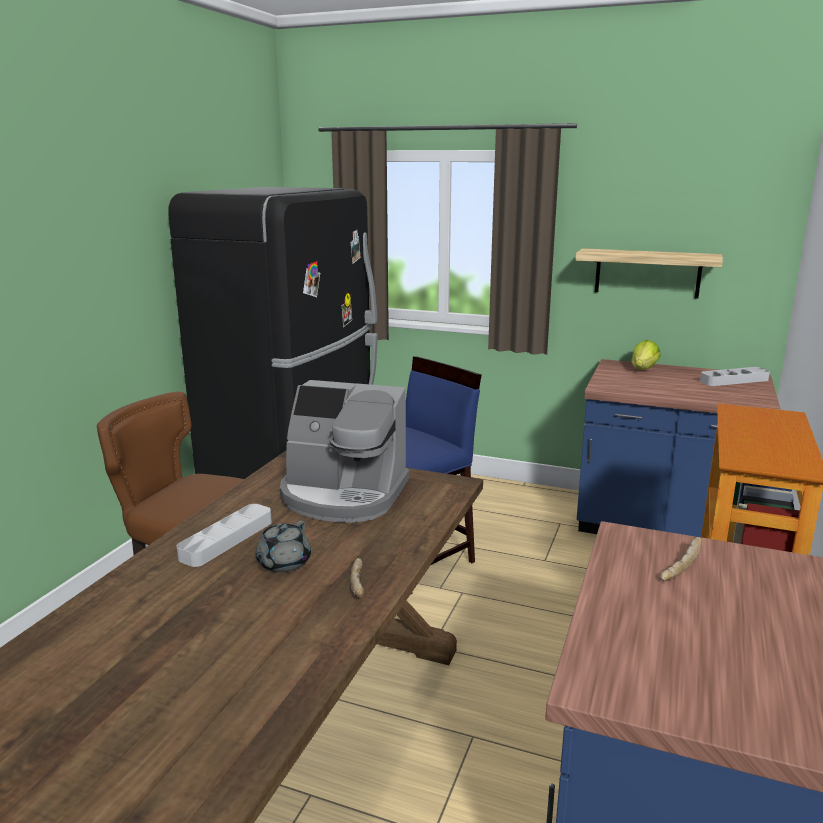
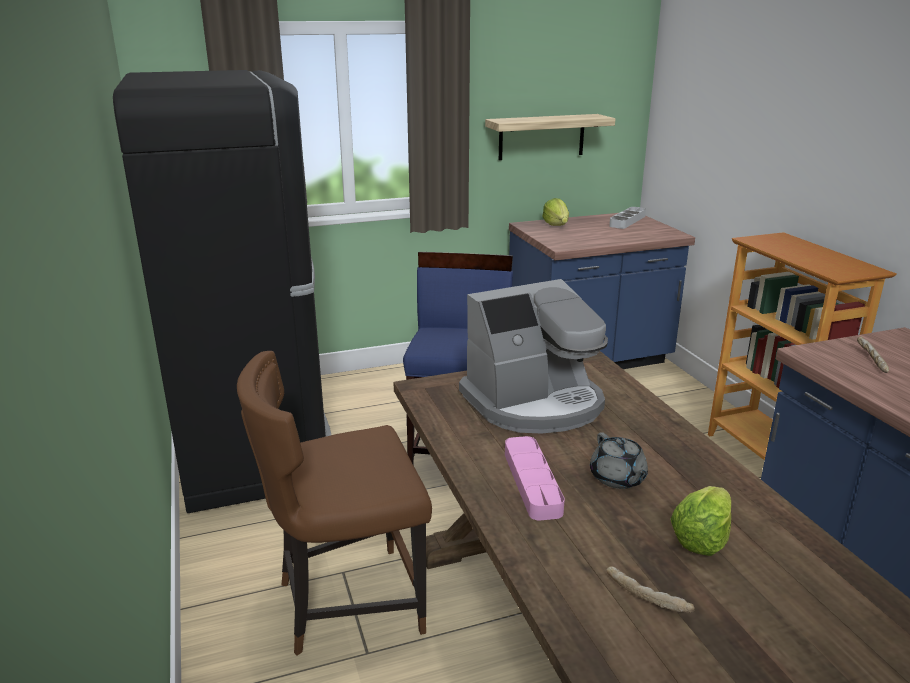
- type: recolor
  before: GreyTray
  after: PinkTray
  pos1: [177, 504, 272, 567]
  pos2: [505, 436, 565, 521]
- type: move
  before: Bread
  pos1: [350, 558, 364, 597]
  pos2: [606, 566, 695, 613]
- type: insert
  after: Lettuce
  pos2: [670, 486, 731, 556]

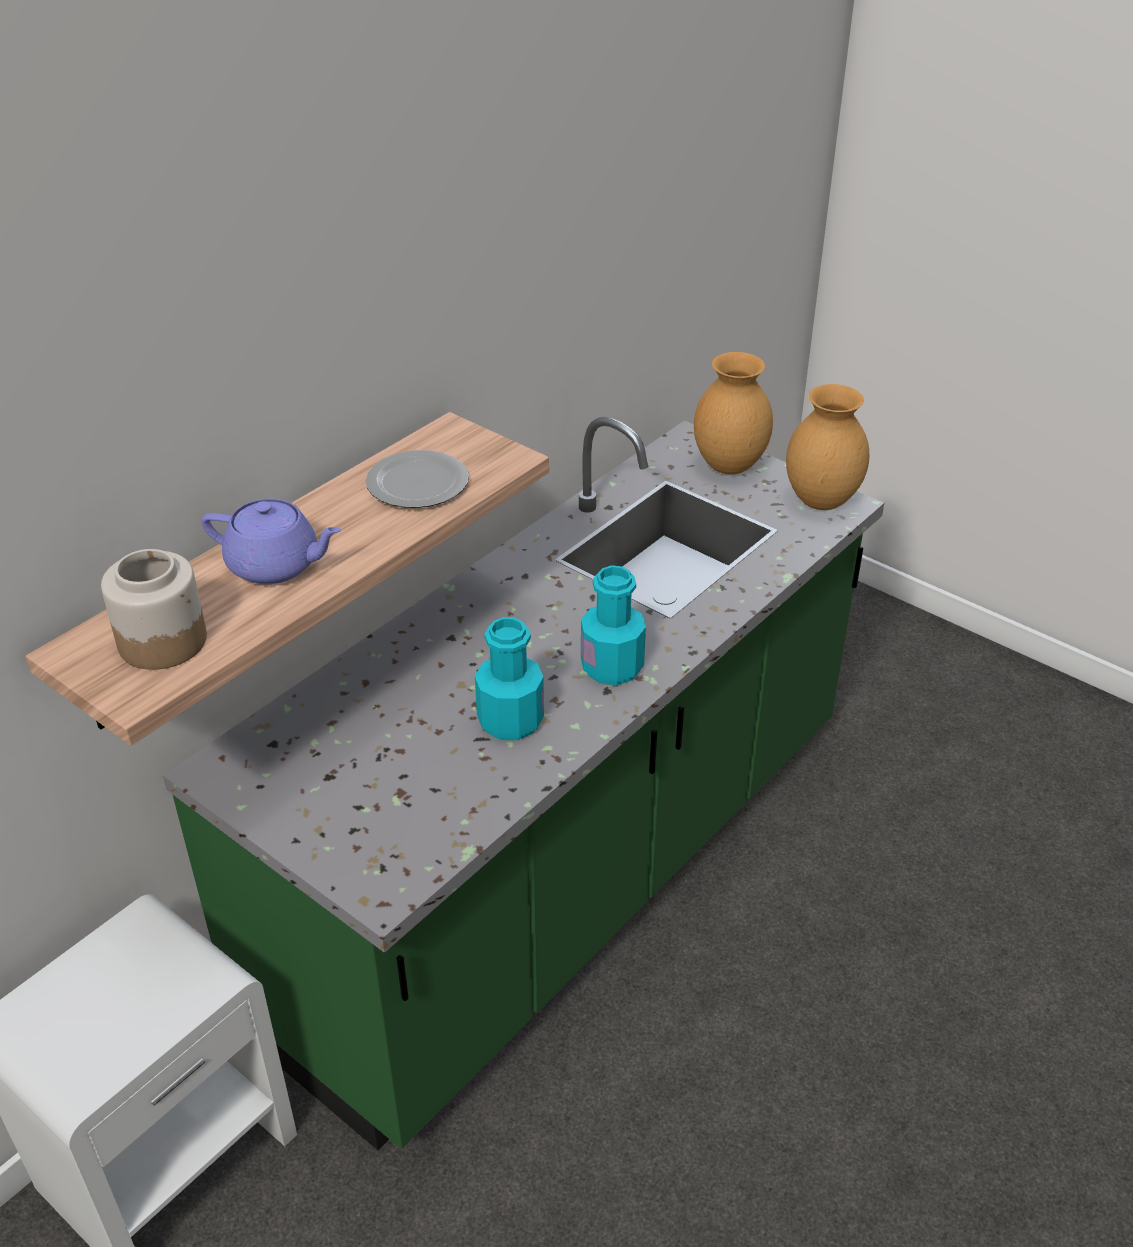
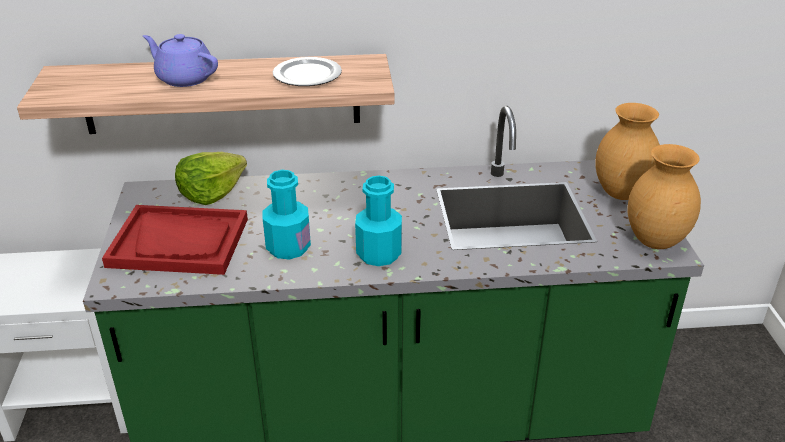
- type: delete
  before: Jar
  pos1: [101, 549, 207, 670]
- type: rotate
  before: PurpleTeapot
  pos1: [201, 499, 342, 584]
  pos2: [143, 34, 218, 87]
  turn: 150
- type: insert
  after: RedTray
  pos2: [102, 205, 248, 275]
- type: insert
  after: Lettuce
  pos2: [175, 152, 247, 205]

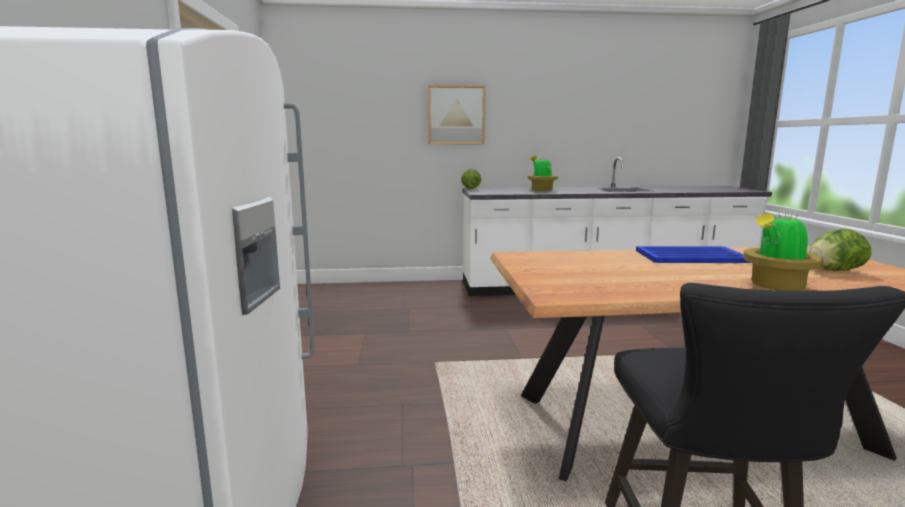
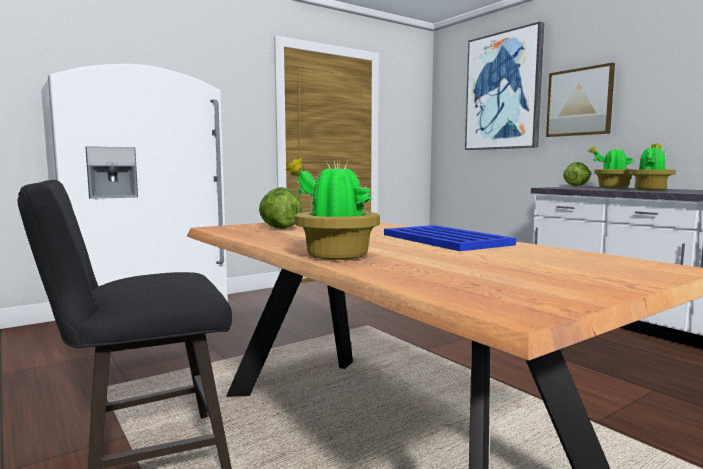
- type: move
  before: Lettuce
  pos1: [809, 229, 871, 271]
  pos2: [259, 187, 302, 229]
- type: insert
  after: Picture
  pos2: [465, 22, 544, 150]
- type: insert
  after: PottedPlant
  pos2: [587, 146, 633, 188]

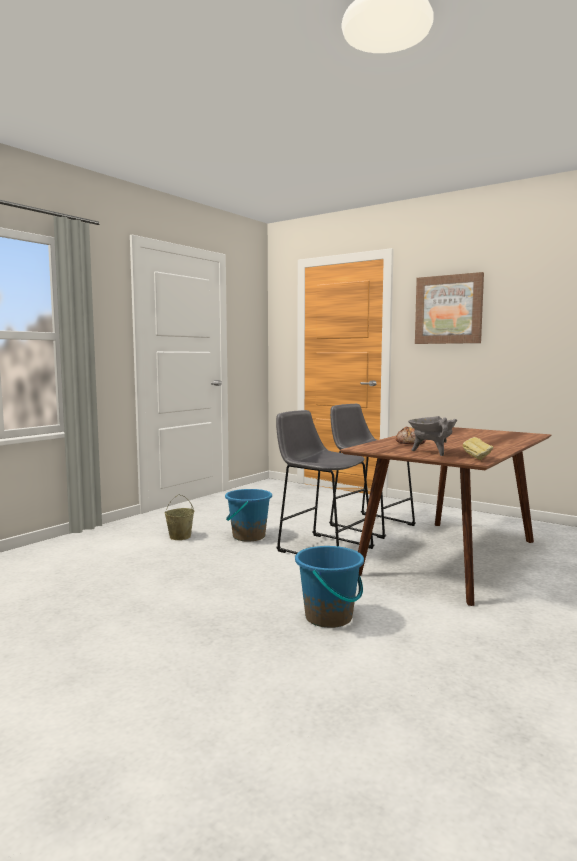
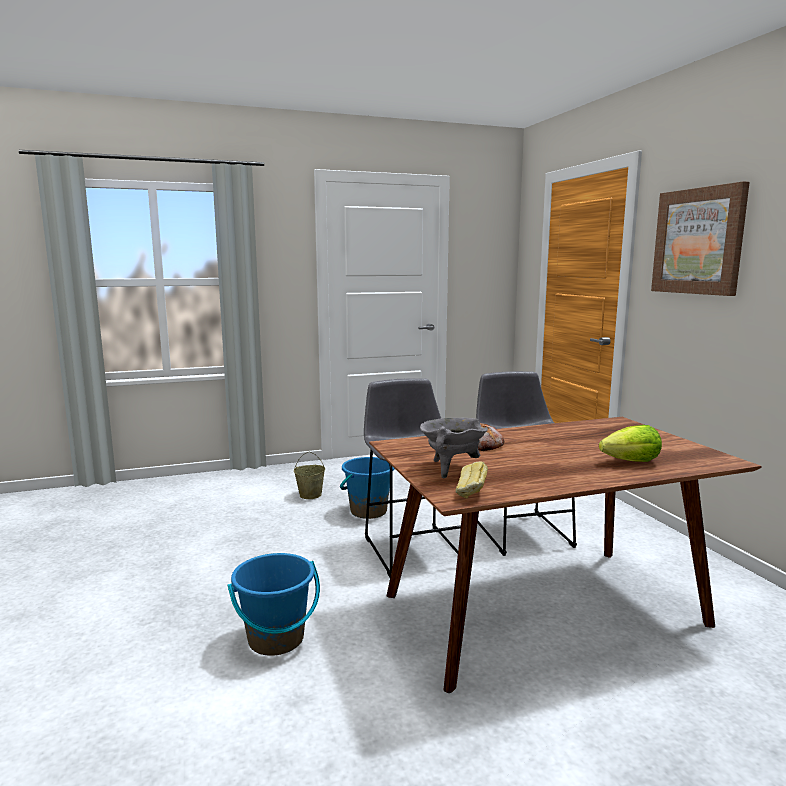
- type: insert
  after: Lettuce
  pos2: [599, 425, 662, 462]

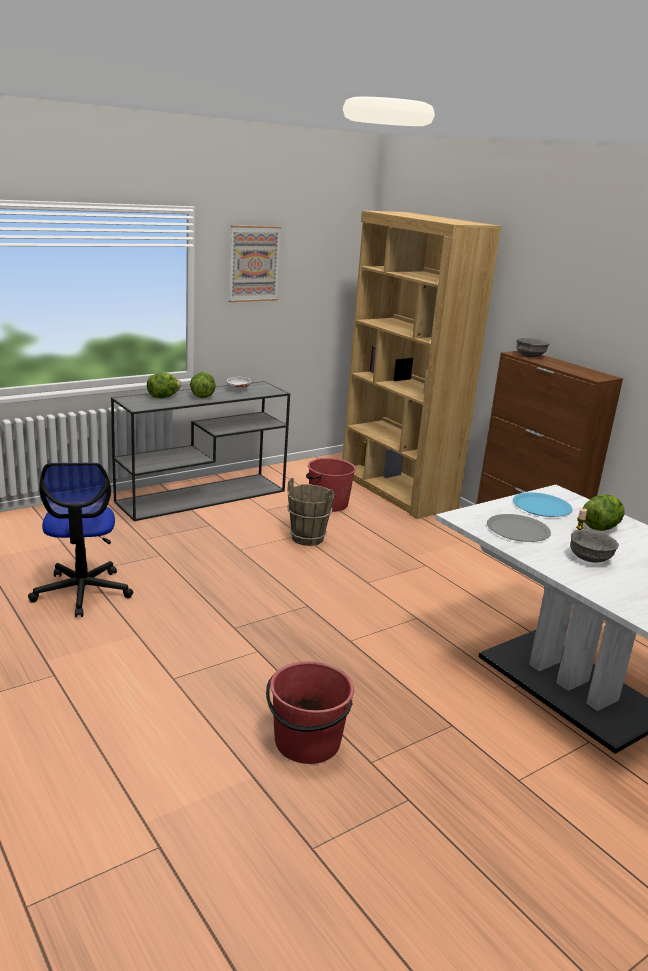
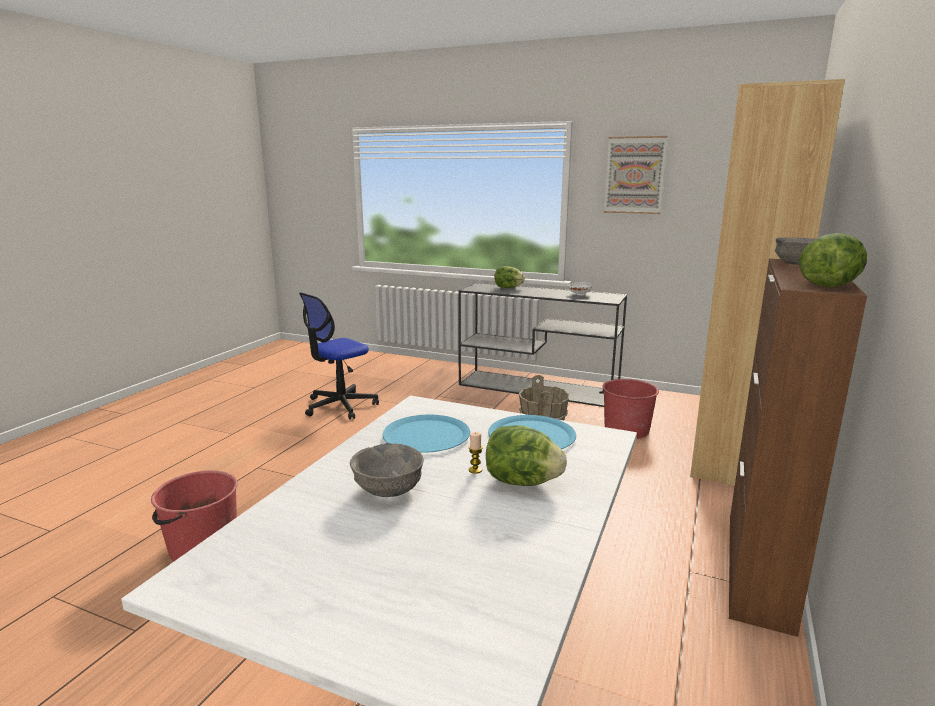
- type: move
  before: Lettuce
  pos1: [190, 372, 216, 398]
  pos2: [799, 233, 867, 287]
- type: recolor
  before: GreyPlate
  after: BluePlate
  pos1: [487, 514, 551, 542]
  pos2: [383, 415, 470, 453]

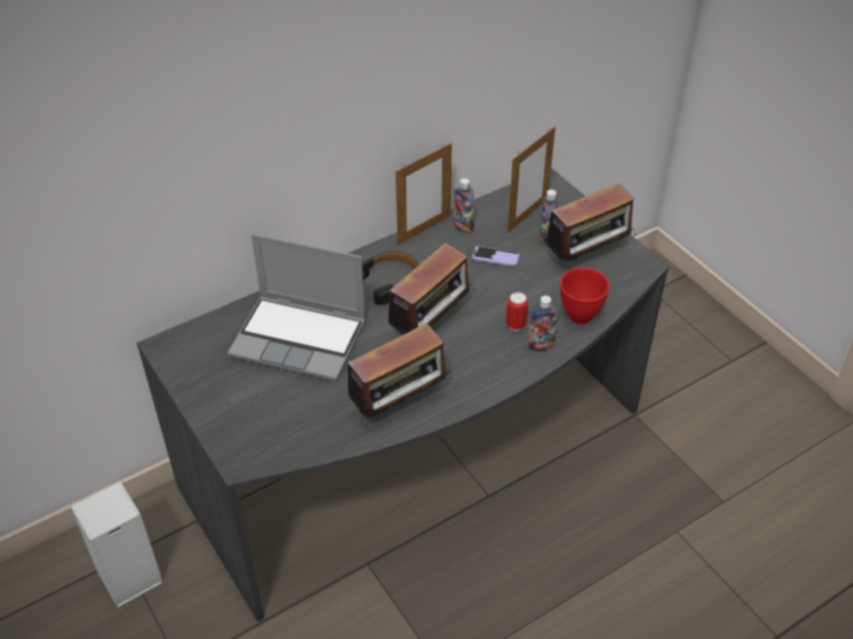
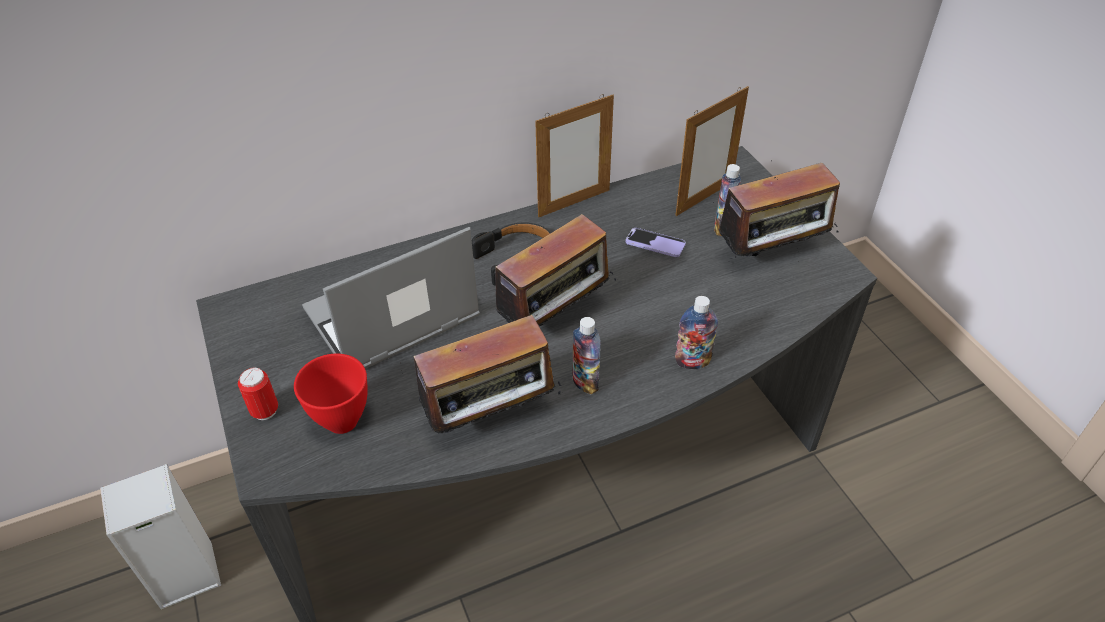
- type: rotate
  before: Laptop
  pos1: [228, 234, 366, 381]
  pos2: [302, 227, 480, 369]
  turn: 120
- type: move
  before: Bottle
  pos1: [454, 178, 474, 234]
  pos2: [572, 317, 601, 394]
- type: move
  before: Can
  pos1: [506, 292, 528, 331]
  pos2: [238, 368, 278, 420]
- type: move
  before: RedBowl
  pos1: [560, 267, 610, 324]
  pos2: [294, 354, 368, 434]

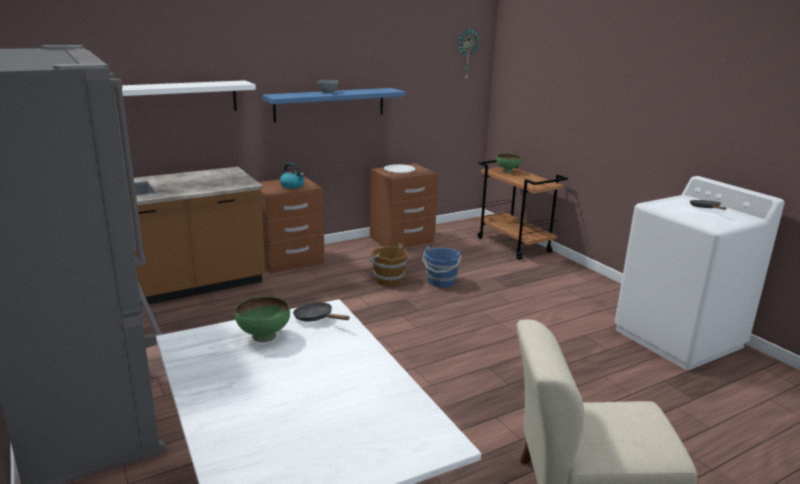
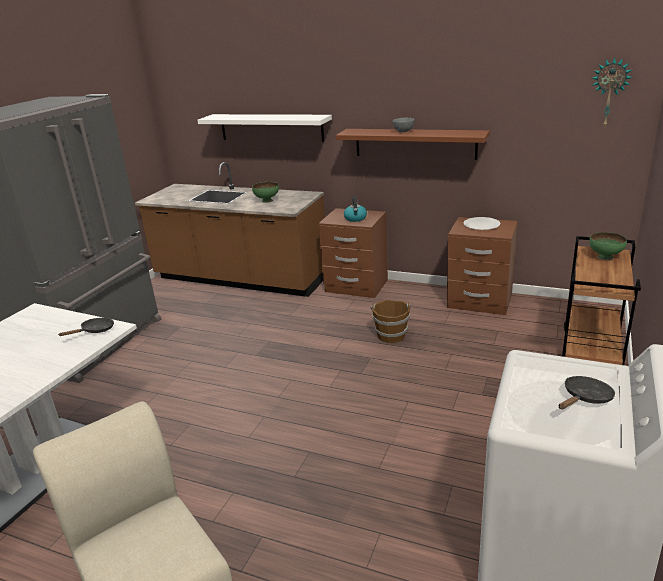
- type: move
  before: GreenBowl
  pos1: [235, 296, 290, 342]
  pos2: [252, 182, 279, 203]
- type: recolor
  before: BlueShelf
  after: BrownShelf
  pos1: [262, 88, 406, 123]
  pos2: [336, 129, 490, 160]
- type: rotate
  before: BlackFryingPan
  pos1: [293, 302, 350, 322]
  pos2: [59, 318, 114, 336]
  turn: 45
- type: delete
  before: BlueBucket
  pos1: [422, 246, 462, 288]

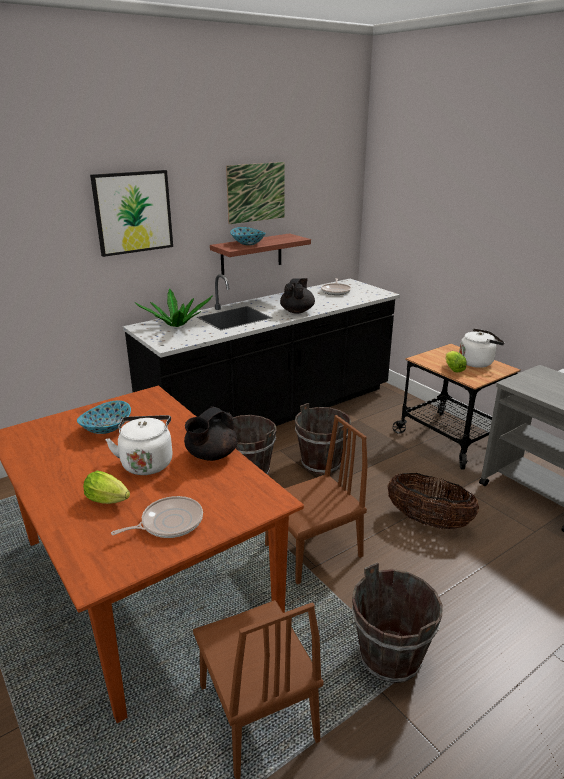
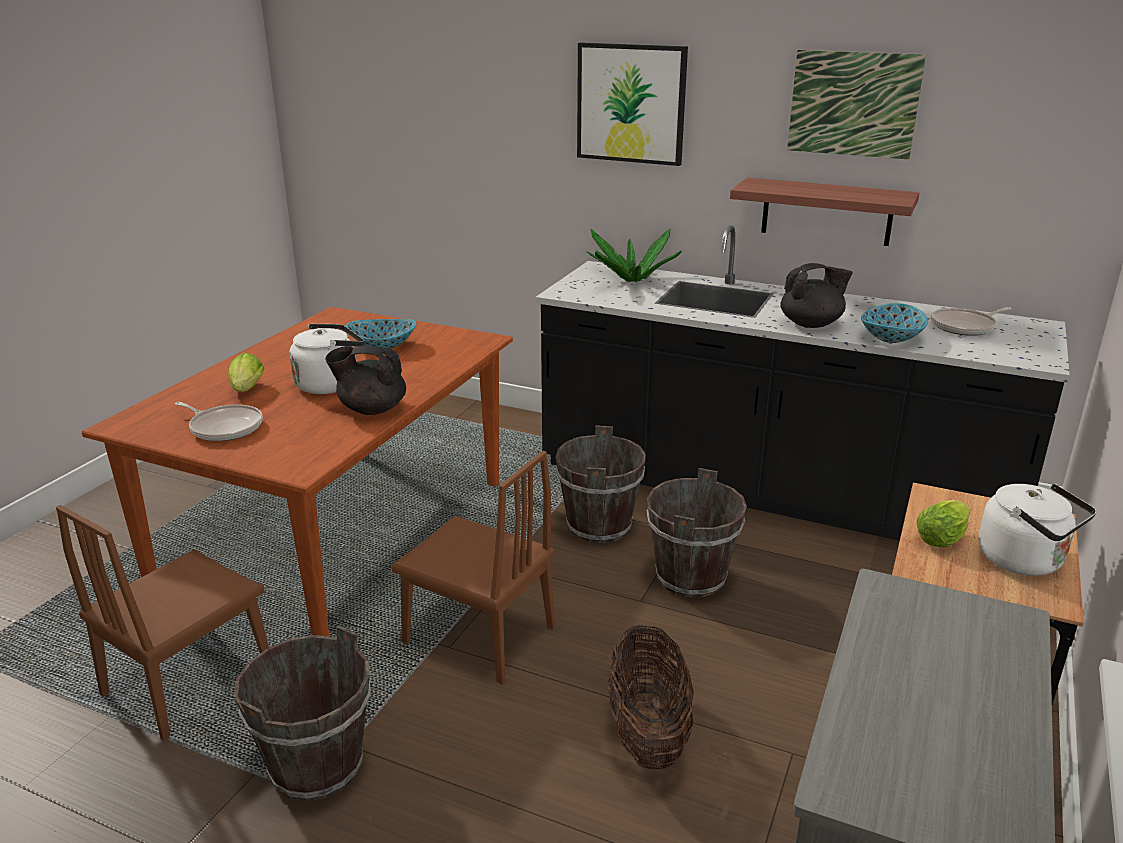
- type: move
  before: Bowl
  pos1: [230, 227, 266, 245]
  pos2: [861, 303, 928, 343]

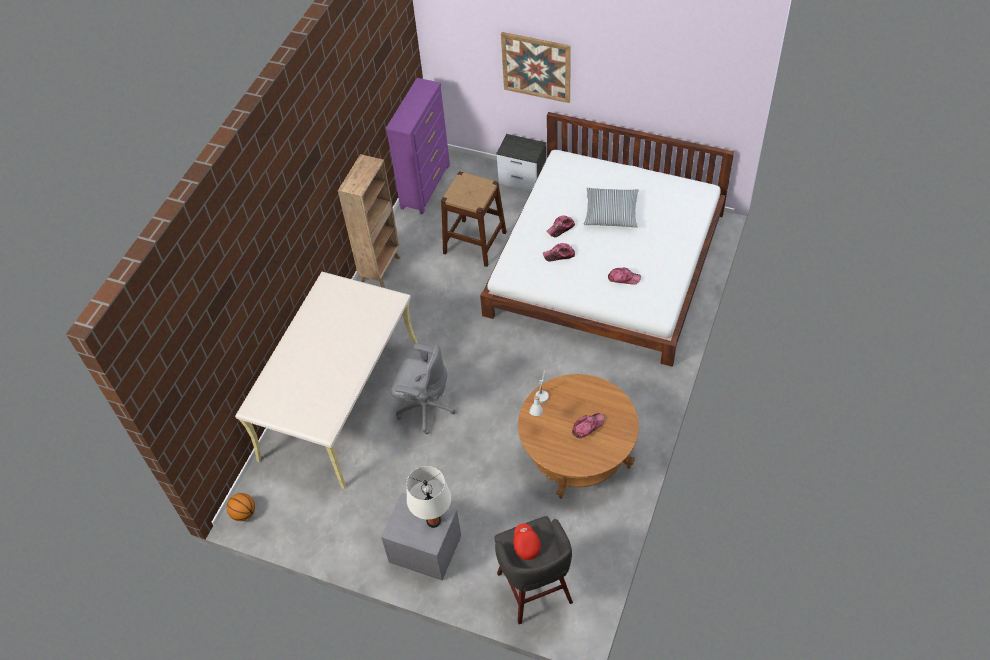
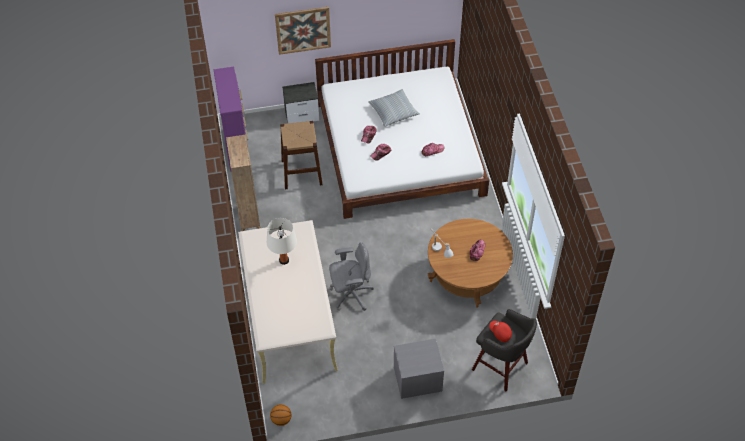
- type: move
  before: WhiteTableLamp
  pos1: [407, 466, 451, 528]
  pos2: [267, 218, 297, 265]

